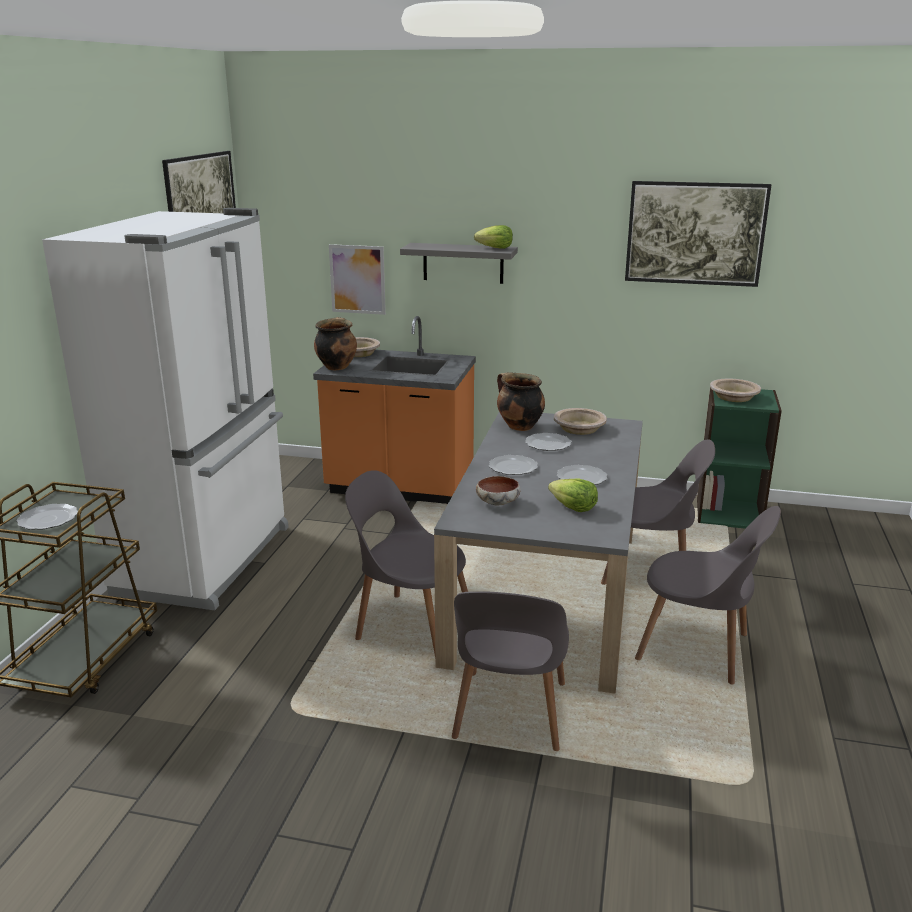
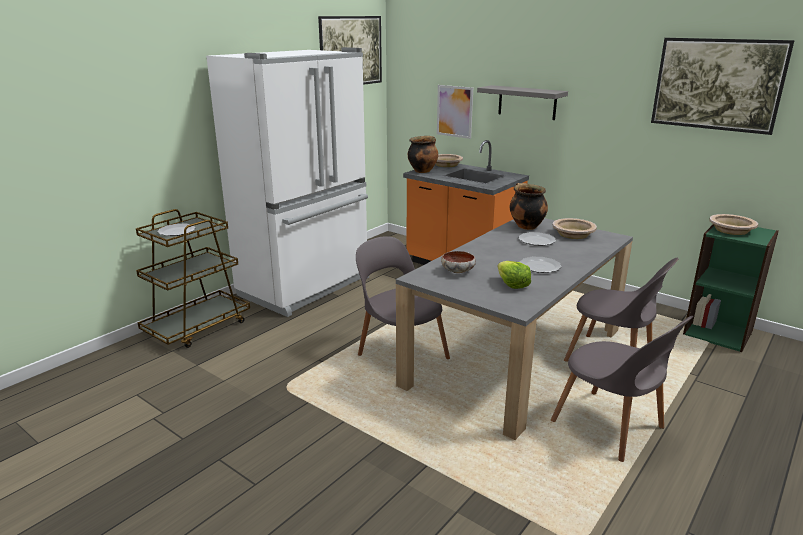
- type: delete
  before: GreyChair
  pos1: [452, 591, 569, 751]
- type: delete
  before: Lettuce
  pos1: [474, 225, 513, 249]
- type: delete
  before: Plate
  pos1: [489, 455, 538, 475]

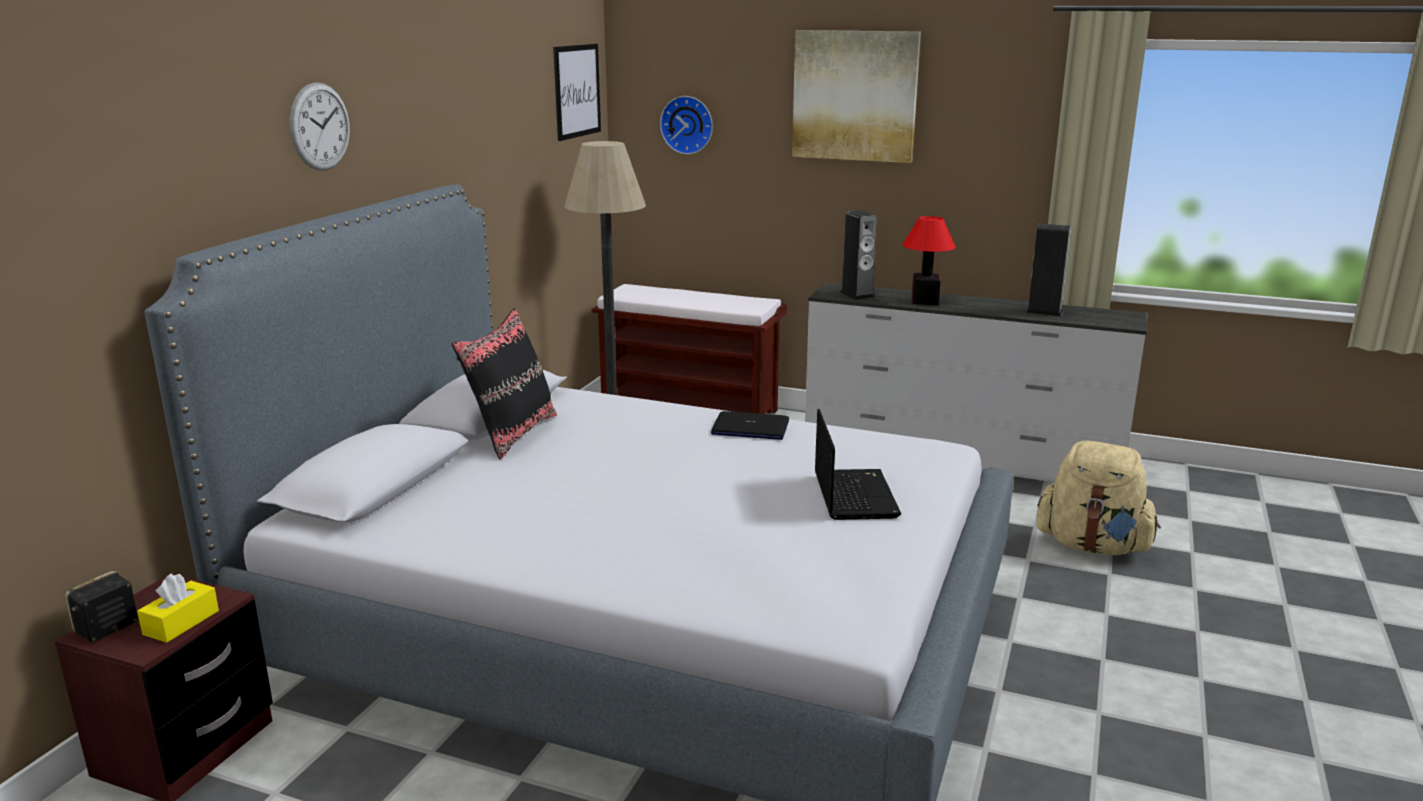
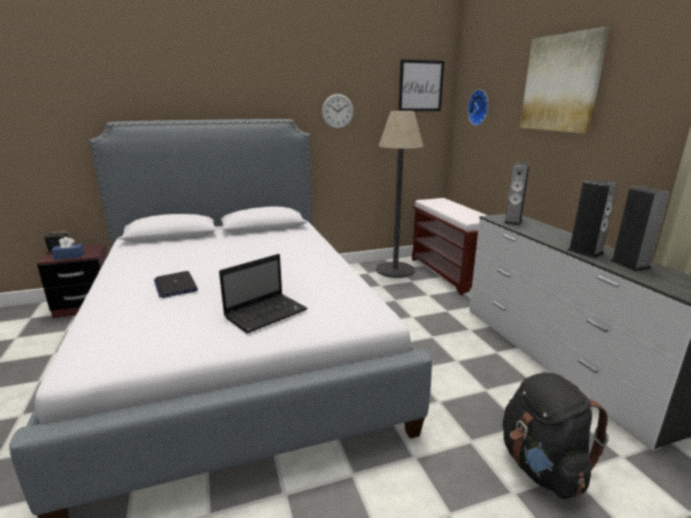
- type: recolor
  before: YellowTissueBox
  after: BlueTissueBox
  pos1: [137, 573, 219, 643]
  pos2: [51, 237, 84, 260]
- type: move
  before: WallClock
  pos1: [289, 82, 350, 170]
  pos2: [322, 94, 354, 129]
- type: delete
  before: BlackPillow
  pos1: [452, 308, 557, 459]
- type: move
  before: Laptop
  pos1: [711, 411, 789, 440]
  pos2: [154, 271, 198, 298]
- type: delete
  before: TableLamp
  pos1: [903, 216, 956, 305]
- type: recolor
  before: BeigeBackpack
  after: BlackBackpack
  pos1: [1036, 441, 1161, 555]
  pos2: [503, 373, 609, 499]
- type: insert
  after: Speaker
  pos2: [568, 179, 618, 258]

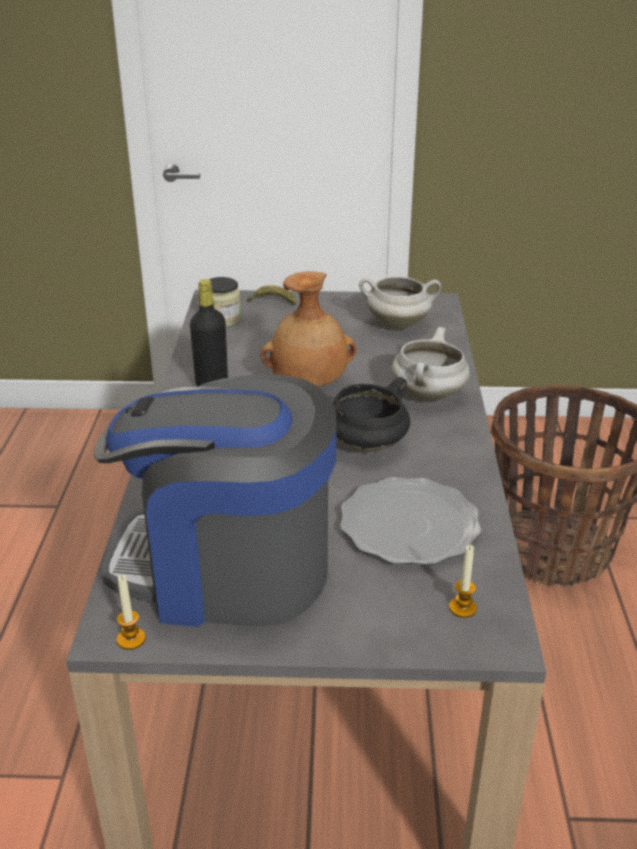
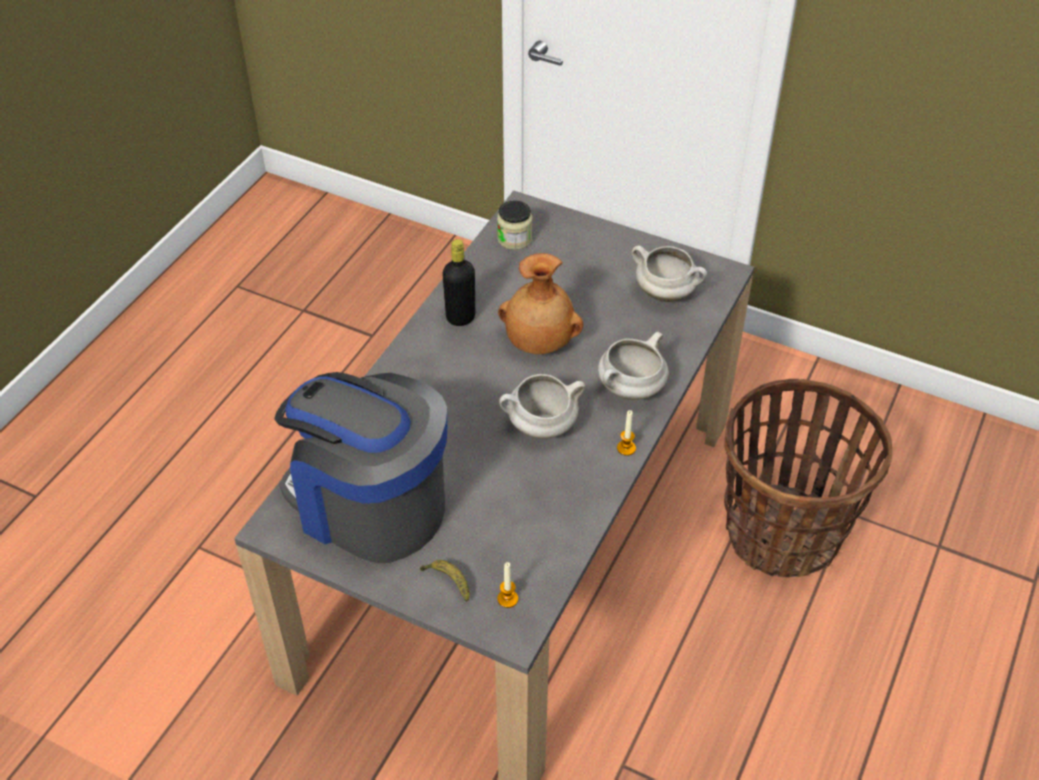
- type: move
  before: Candle
  pos1: [117, 574, 146, 650]
  pos2: [617, 410, 636, 456]
- type: move
  before: Banana
  pos1: [247, 285, 297, 305]
  pos2: [420, 560, 470, 602]
- type: recolor
  before: BlackCookingPot
  after: WhiteCookingPot
  pos1: [332, 377, 410, 452]
  pos2: [499, 374, 585, 439]
- type: delete
  before: Plate
  pos1: [340, 477, 482, 565]

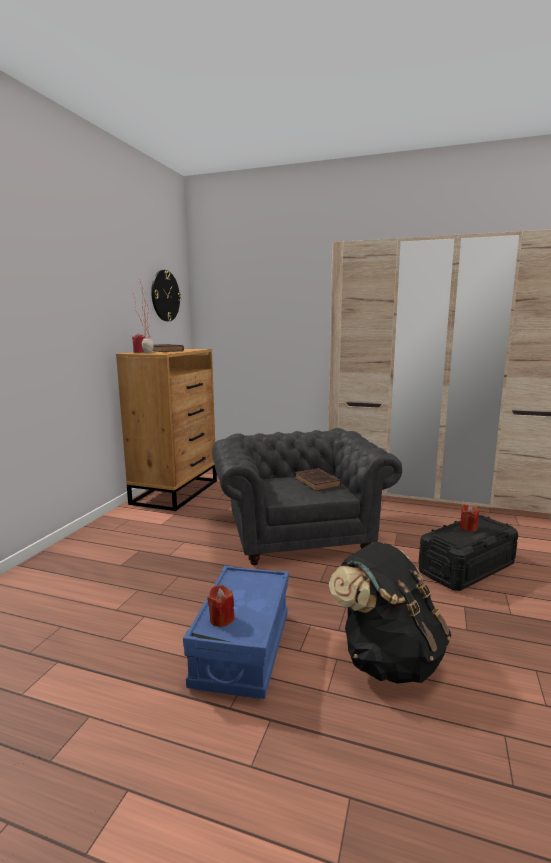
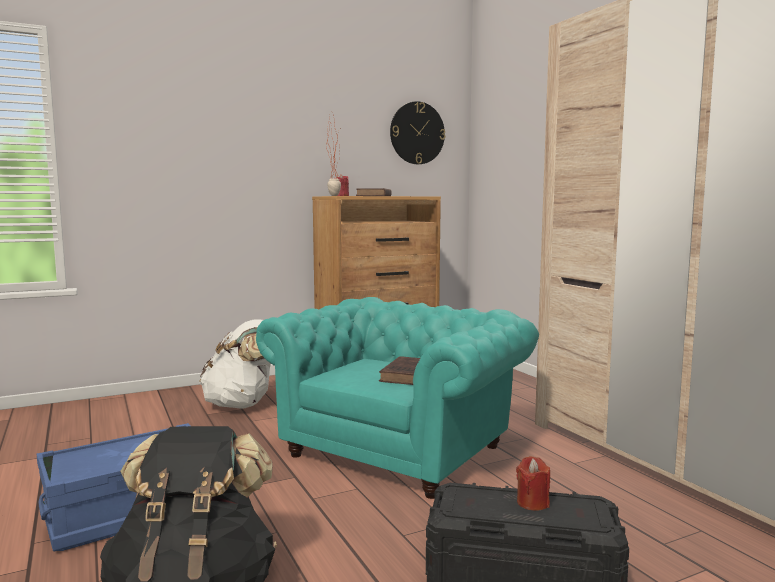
- type: delete
  before: RedCandle
  pos1: [207, 585, 235, 627]
- type: recolor
  before: GreyArmchair
  after: TurquoiseArmchair
  pos1: [212, 428, 402, 565]
  pos2: [256, 297, 539, 499]
- type: insert
  after: WhiteBackpack
  pos2: [199, 320, 271, 409]

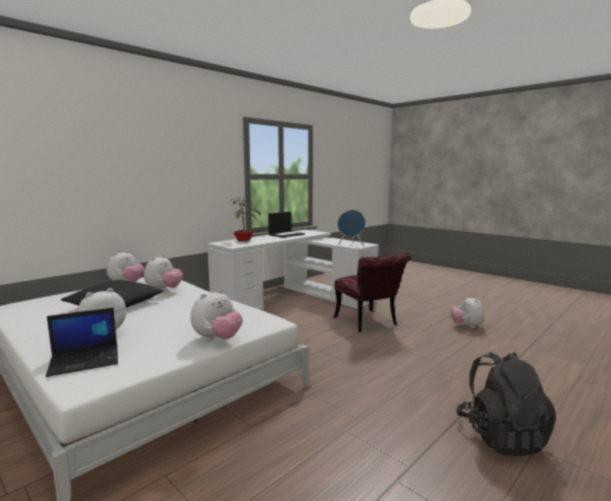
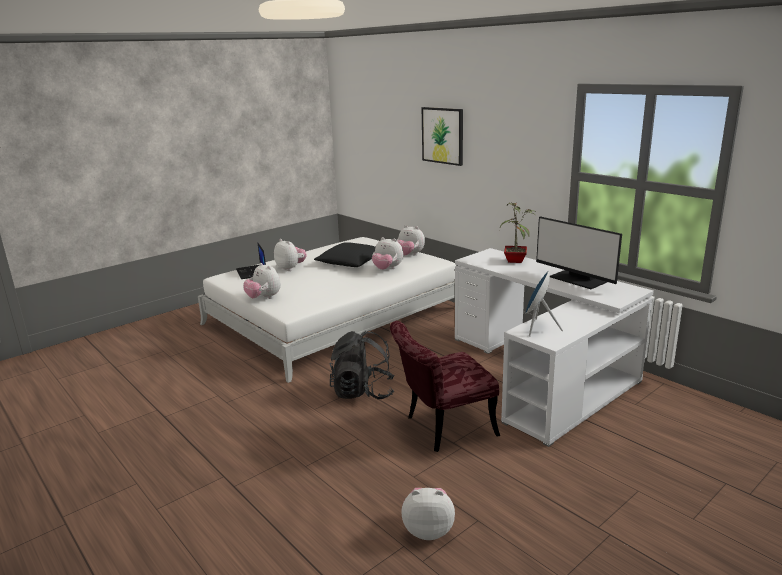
- type: replace
  before: Laptop
  after: Monitor
  pos1: [268, 212, 305, 238]
  pos2: [536, 216, 622, 289]
- type: move
  before: BlackBackpack
  pos1: [456, 352, 556, 456]
  pos2: [330, 330, 395, 399]
- type: insert
  after: Picture
  pos2: [422, 107, 463, 166]

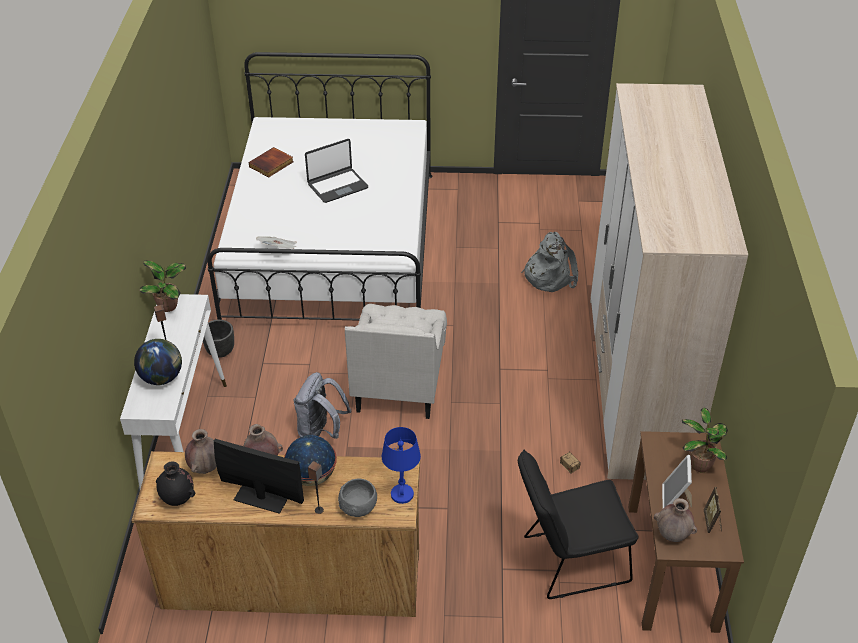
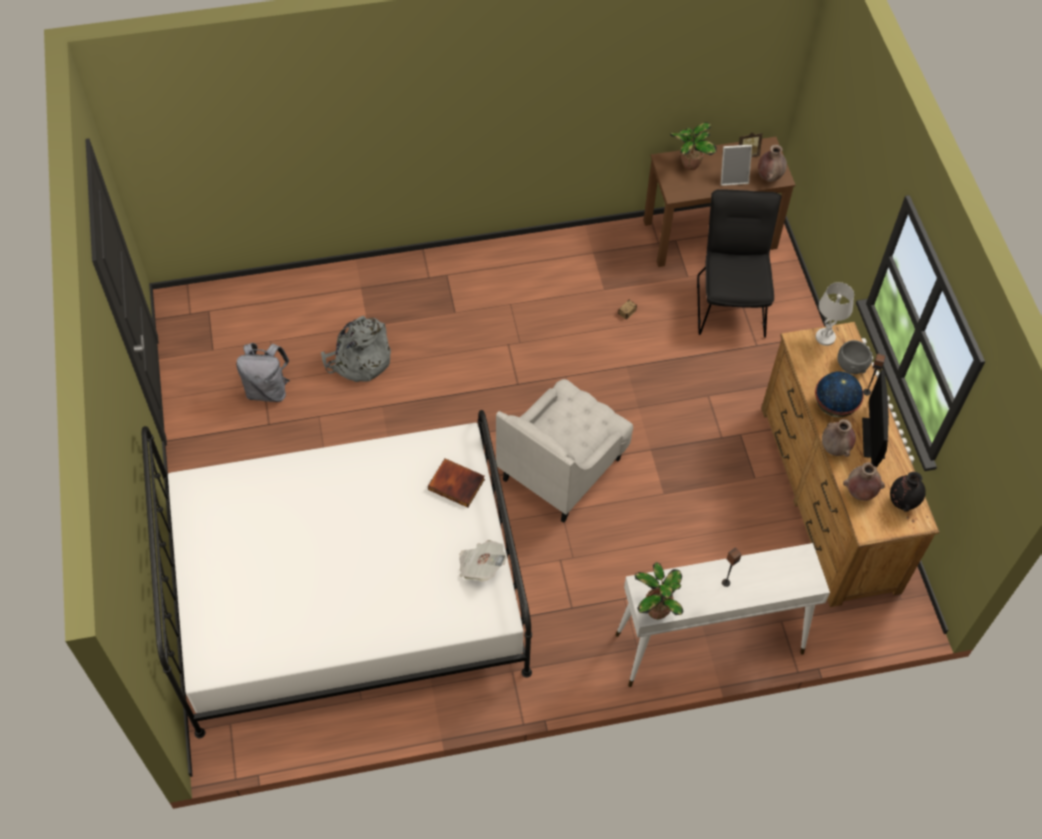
- type: delete
  before: Globe
  pos1: [134, 339, 182, 385]
- type: delete
  before: BlackPlanter
  pos1: [203, 320, 234, 358]
- type: move
  before: Book
  pos1: [249, 147, 293, 178]
  pos2: [428, 458, 485, 508]
- type: move
  before: GreyBackpack
  pos1: [293, 372, 351, 439]
  pos2: [236, 343, 290, 402]
- type: delete
  before: Laptop
  pos1: [305, 139, 368, 203]
- type: rotate
  before: WhiteArmchair
  pos1: [345, 304, 447, 419]
  pos2: [496, 379, 633, 523]
  turn: 135
- type: recolor
  before: BlueTableLamp
  after: WhiteTableLamp
  pos1: [382, 427, 421, 504]
  pos2: [816, 282, 854, 346]
- type: rotate
  before: BlackChair
  pos1: [518, 449, 639, 599]
  pos2: [697, 189, 781, 338]
  turn: -150
- type: delete
  before: Wardrobe
  pos1: [590, 83, 748, 480]

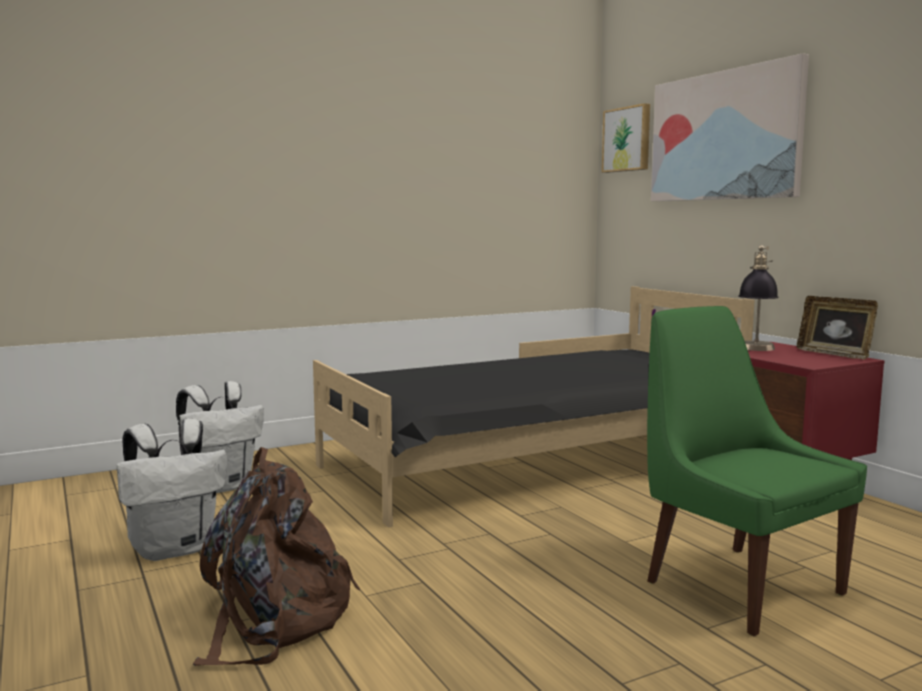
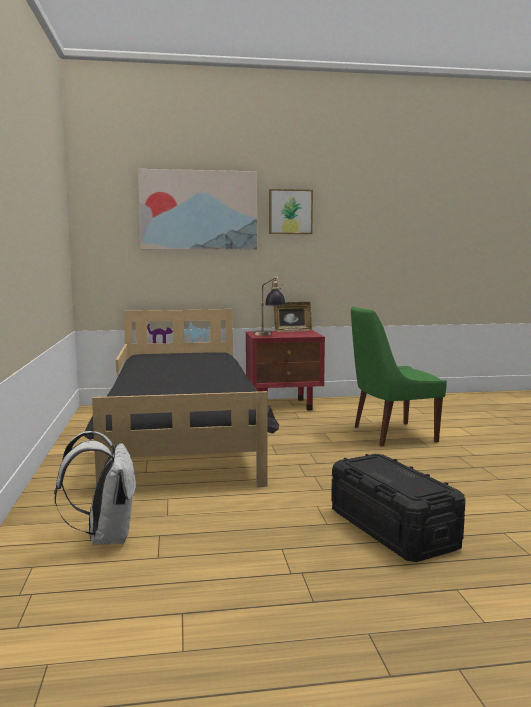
- type: delete
  before: WhiteBackpack
  pos1: [117, 419, 227, 561]
- type: replace
  before: BrownBackpack
  after: BlackStorageBox
  pos1: [193, 447, 360, 666]
  pos2: [331, 454, 465, 562]
- type: move
  before: Picture
  pos1: [602, 103, 650, 173]
  pos2: [269, 189, 313, 234]

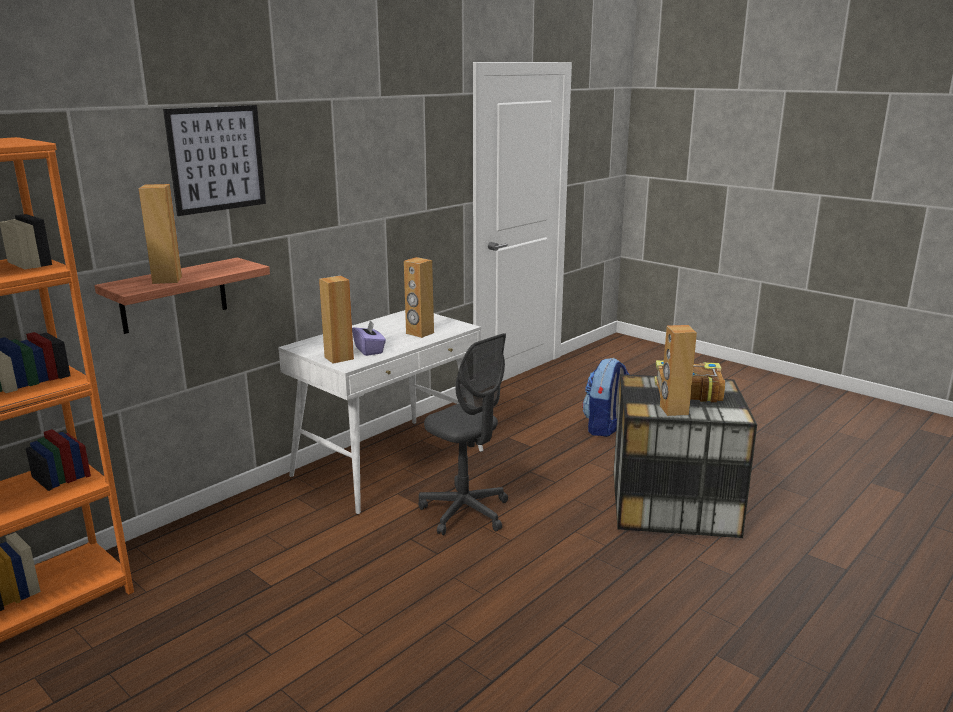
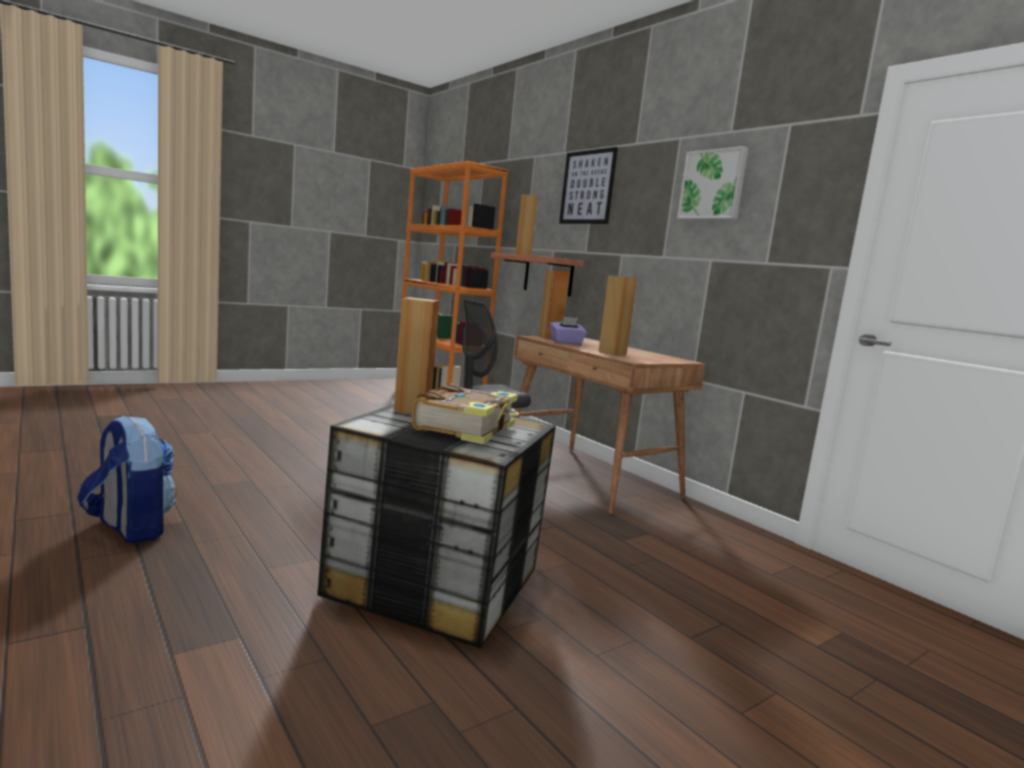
- type: recolor
  before: WhiteDesk
  after: BrownDesk
  pos1: [278, 310, 483, 514]
  pos2: [513, 336, 706, 514]
- type: move
  before: Backpack
  pos1: [582, 358, 630, 437]
  pos2: [77, 415, 176, 543]
- type: insert
  after: Picture
  pos2: [677, 146, 749, 219]

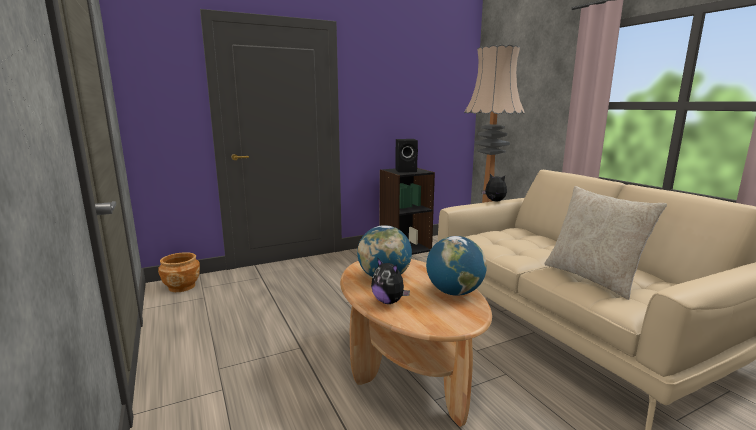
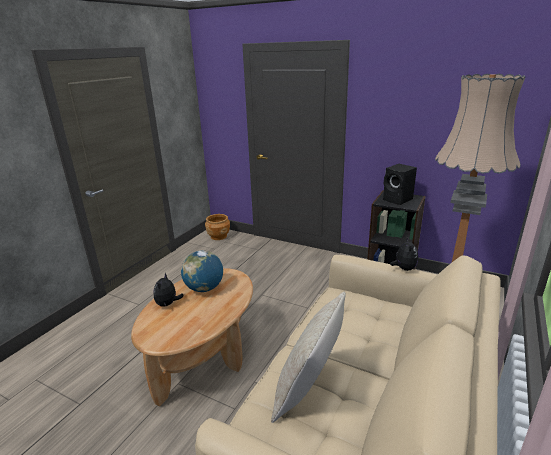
- type: delete
  before: Globe
  pos1: [426, 236, 487, 296]

